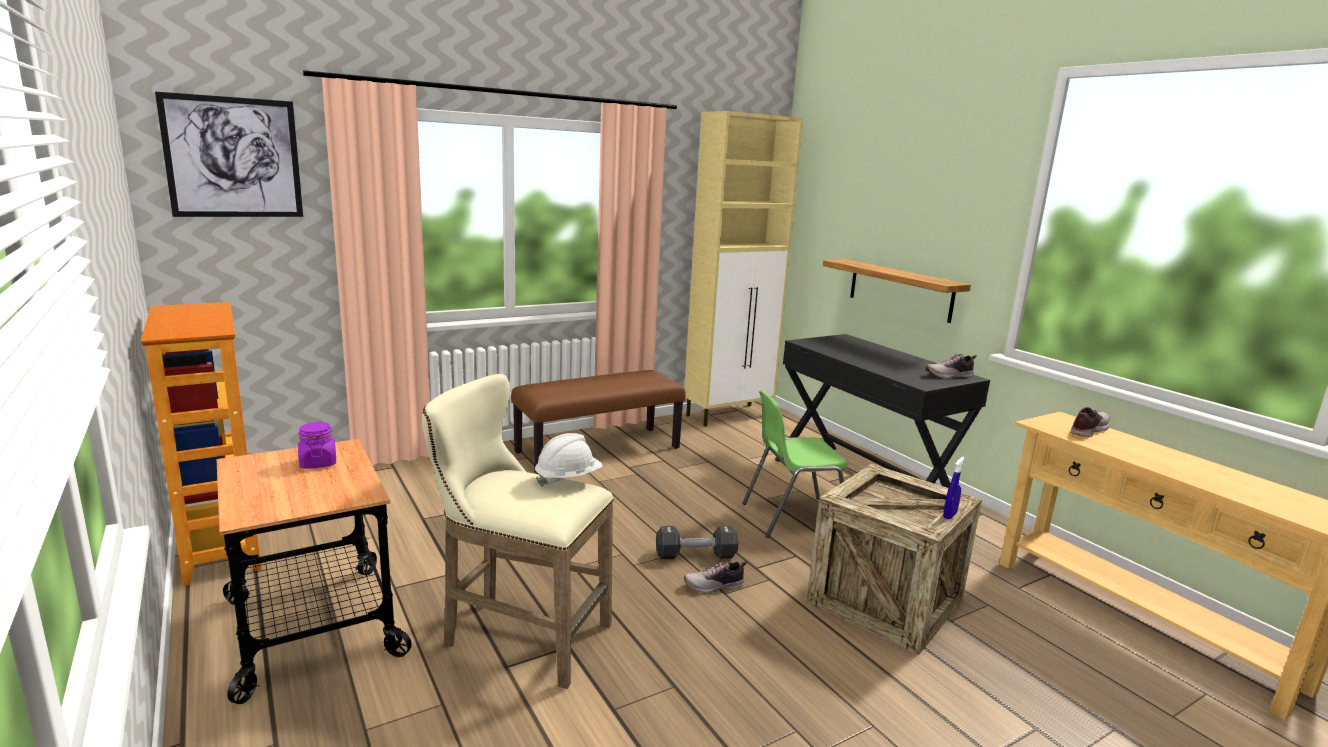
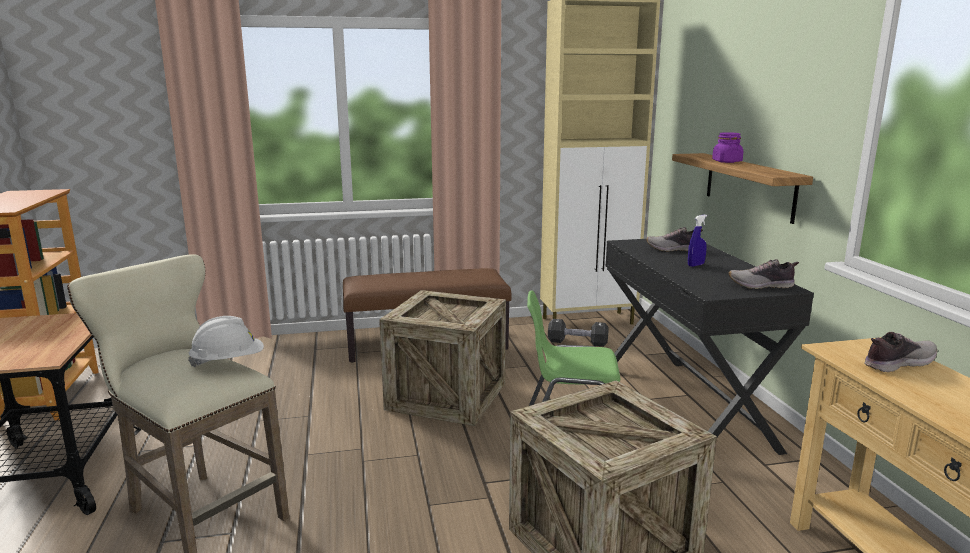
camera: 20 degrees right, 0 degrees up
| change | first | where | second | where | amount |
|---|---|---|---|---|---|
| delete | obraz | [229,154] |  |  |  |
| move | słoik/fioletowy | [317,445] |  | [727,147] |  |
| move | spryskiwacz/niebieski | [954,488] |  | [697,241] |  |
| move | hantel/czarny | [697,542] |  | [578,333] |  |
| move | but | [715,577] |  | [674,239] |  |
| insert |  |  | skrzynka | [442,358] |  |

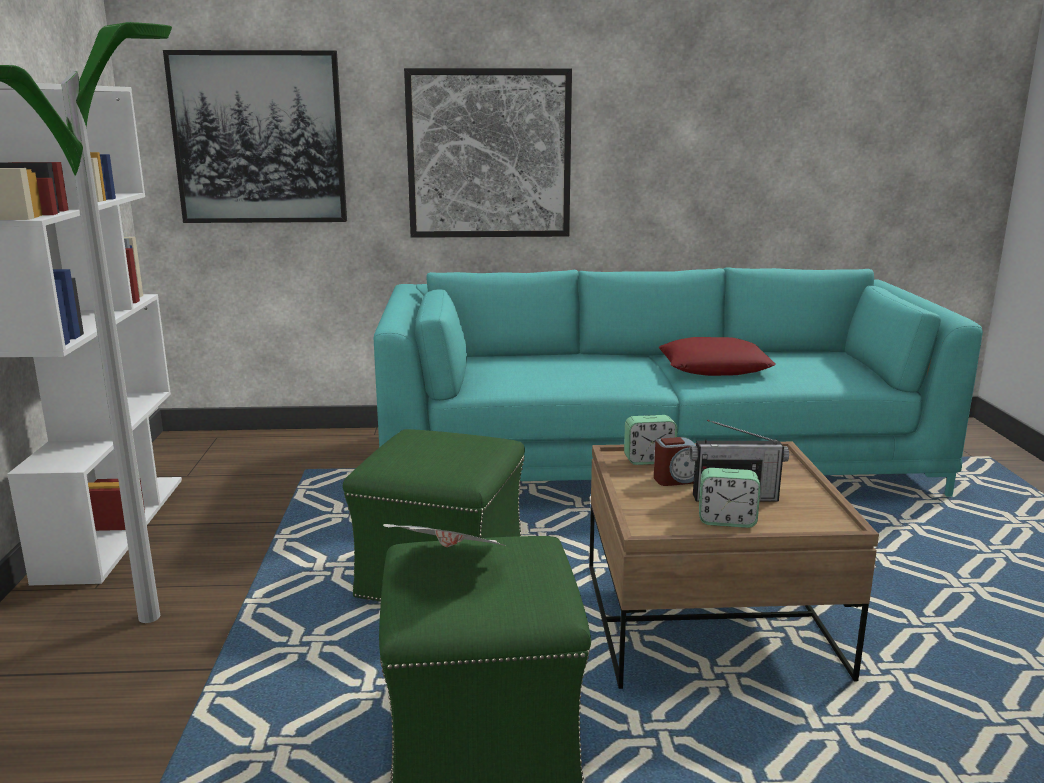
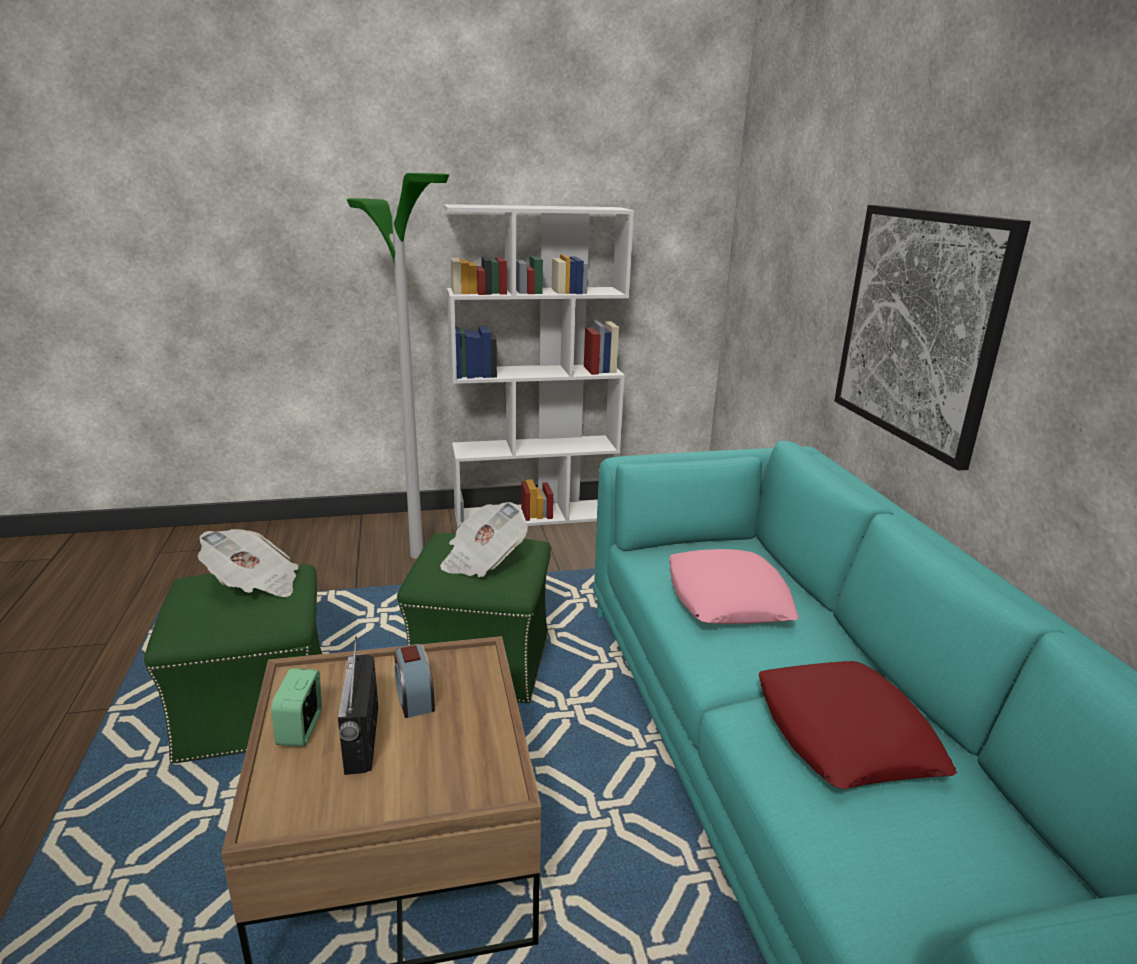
camera: 80 degrees right, 5 degrees up
| change | first | where | second | where | amount |
|---|---|---|---|---|---|
| delete | obraz | [255,136] |  |  |  |
| delete | budzik | [651,440] |  |  |  |
| insert |  |  | gazeta | [484,539] |  |
| insert |  |  | poduszka/różowy | [734,586] |  |

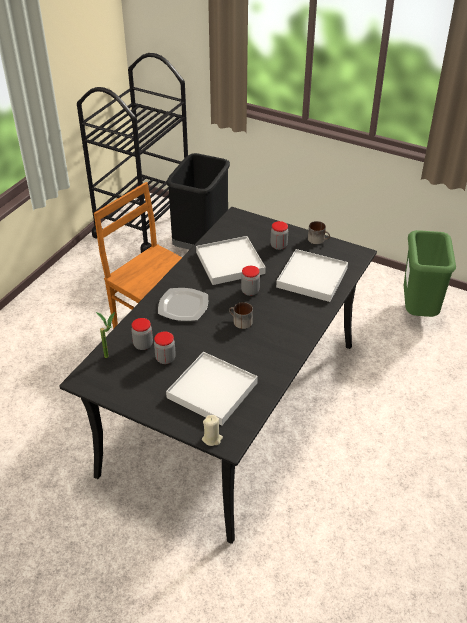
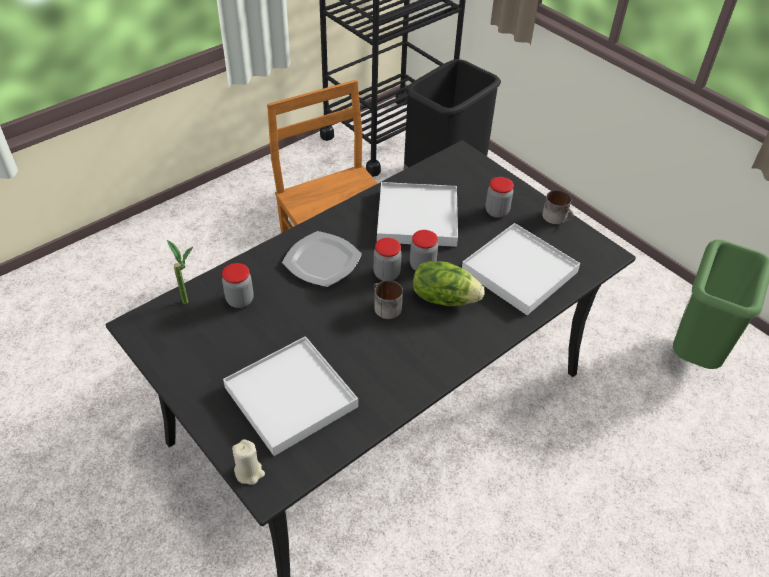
camera: 20 degrees right, 5 degrees up
| change | first | where | second | where | amount |
|---|---|---|---|---|---|
| move | słoik | [165,348] |  | [388,259] |  |
| insert |  |  | sałata | [448,283] |  |

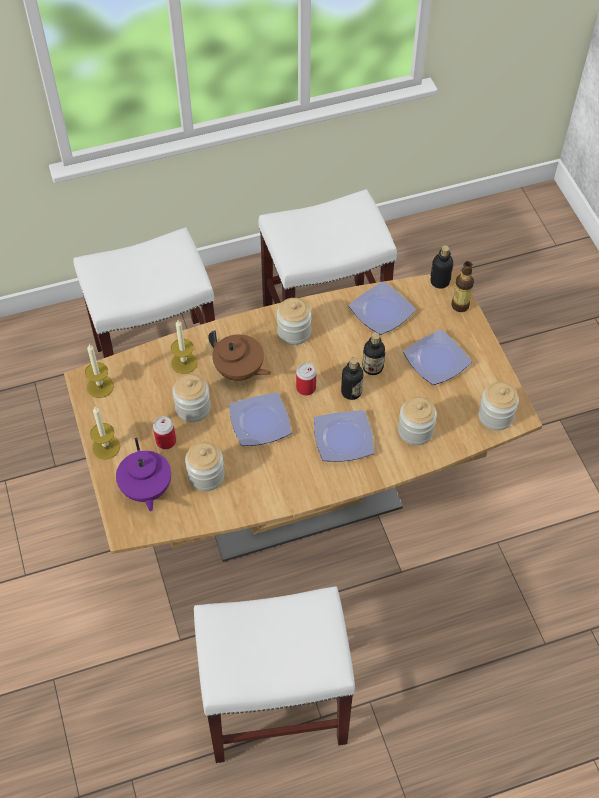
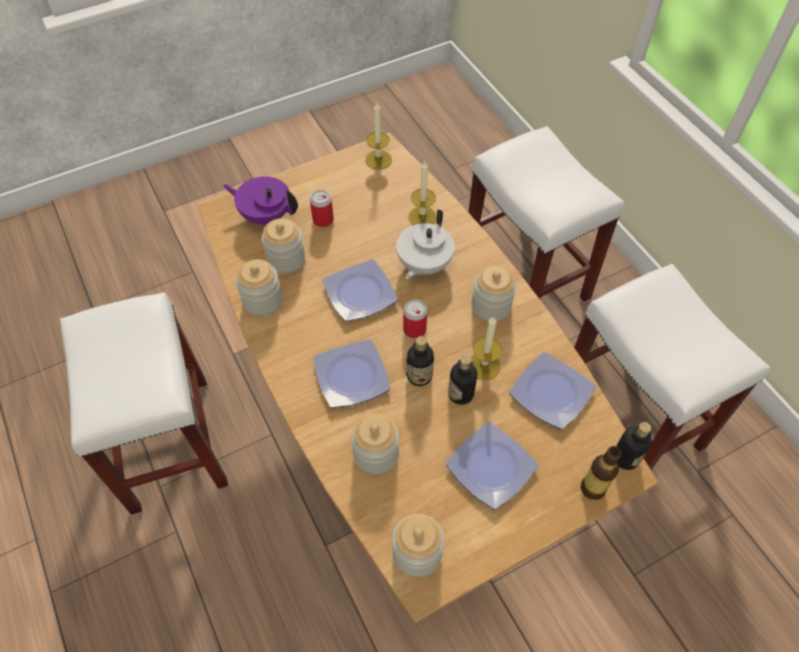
camera: 80 degrees right, 0 degrees up
| change | first | where | second | where | amount |
|---|---|---|---|---|---|
| recolor | imbryk/brązowy | [239,356] | imbryk/biały | [425,244] |  |
| move | słoik | [191,398] |  | [259,287] |  |
| move | świeca | [105,433] |  | [486,348] |  |
| rotate | imbryk/fioletowy | [143,475] |  | [260,201] | 45 degrees clockwise |

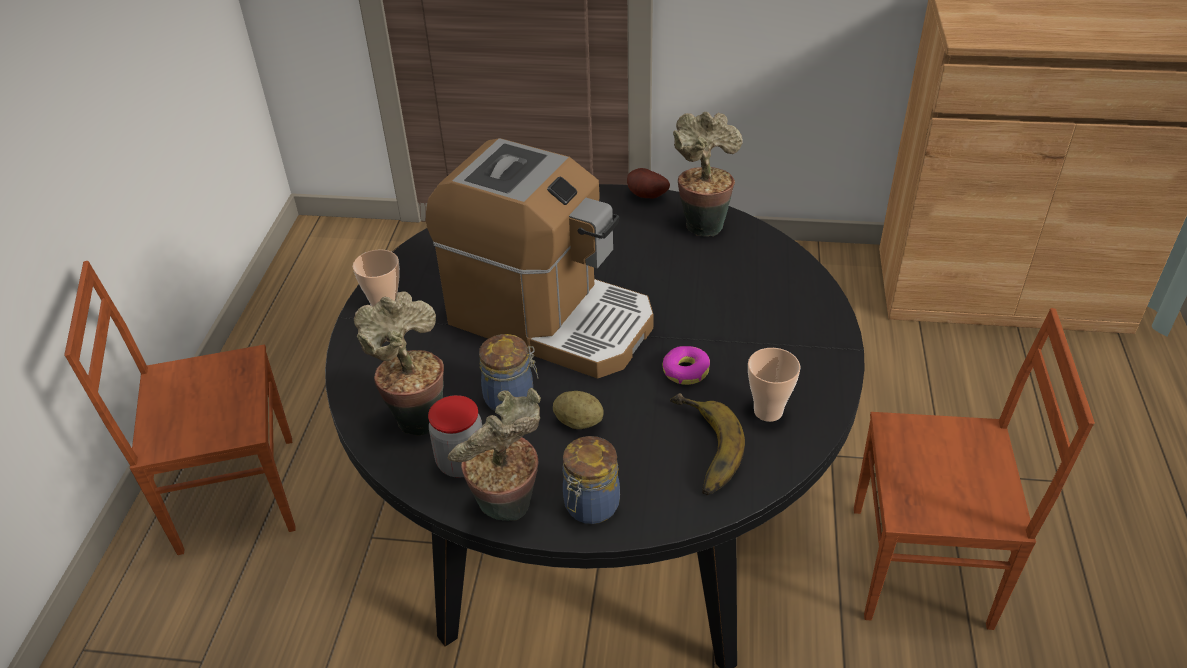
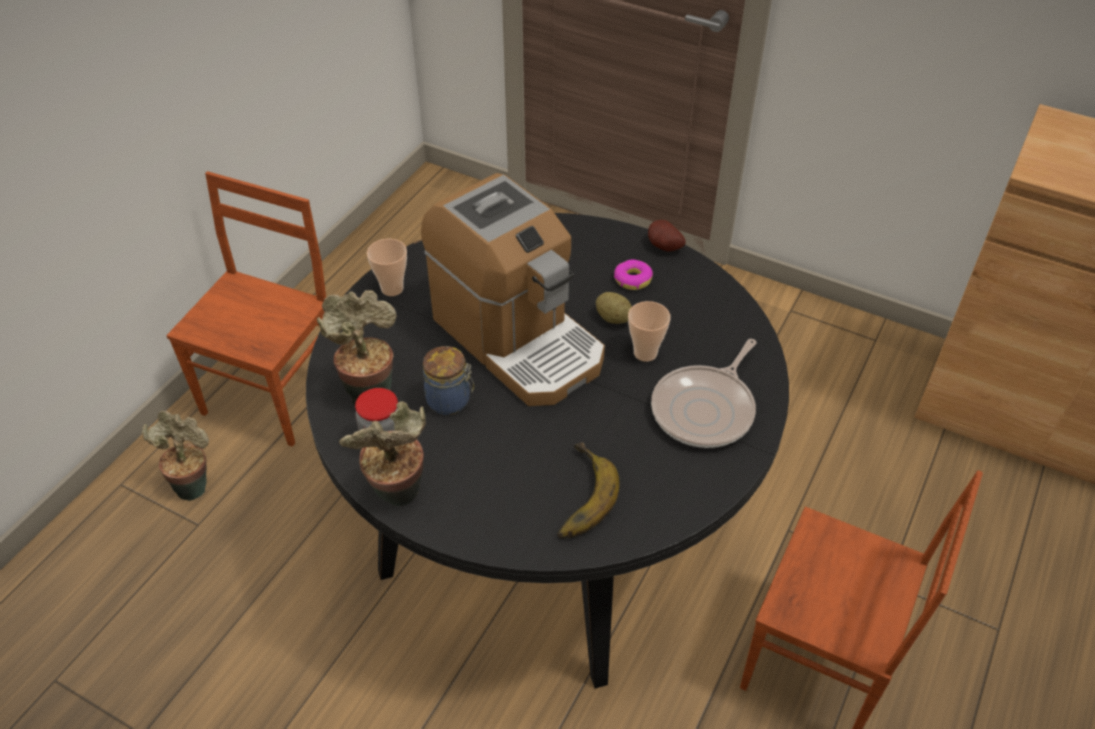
camera: 20 degrees right, 5 degrees up
| change | first | where | second | where | amount |
|---|---|---|---|---|---|
| move | roślina doniczkowa | [708,174] |  | [175,456] |  |
| rotate | krzesło/brązowy | [180,408] |  | [246,309] | 105 degrees clockwise |
| move | donut | [686,365] |  | [633,274] |  |
| move | filiżanka | [774,385] |  | [649,331] |  |
| move | ziemniak | [578,410] |  | [614,308] |  |
| delete | słoik | [591,480] |  |  |  |
| insert |  |  | patelnia | [703,393] |  |

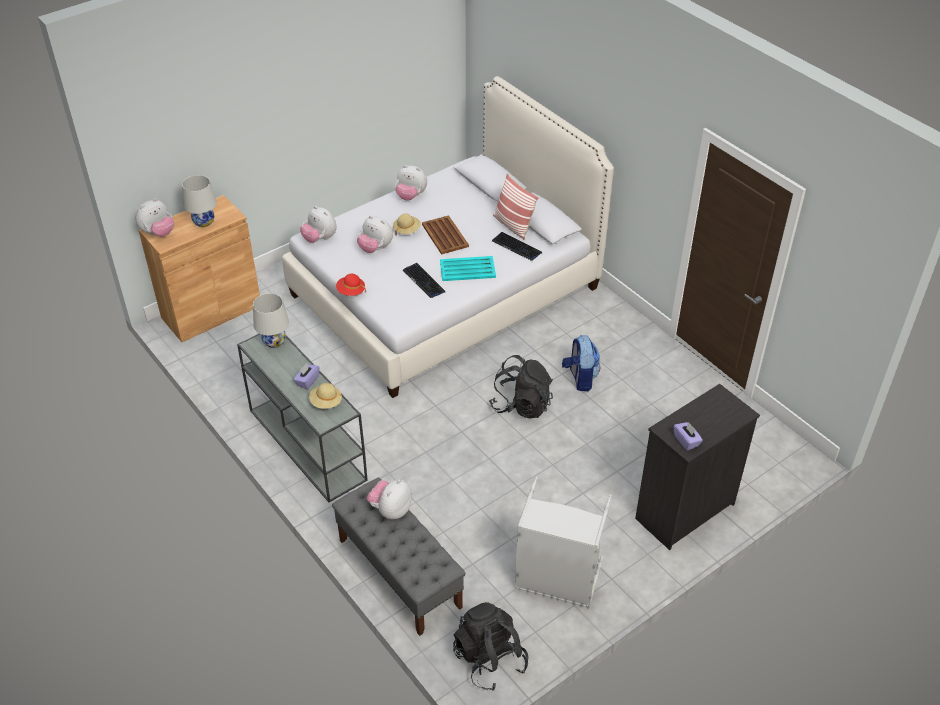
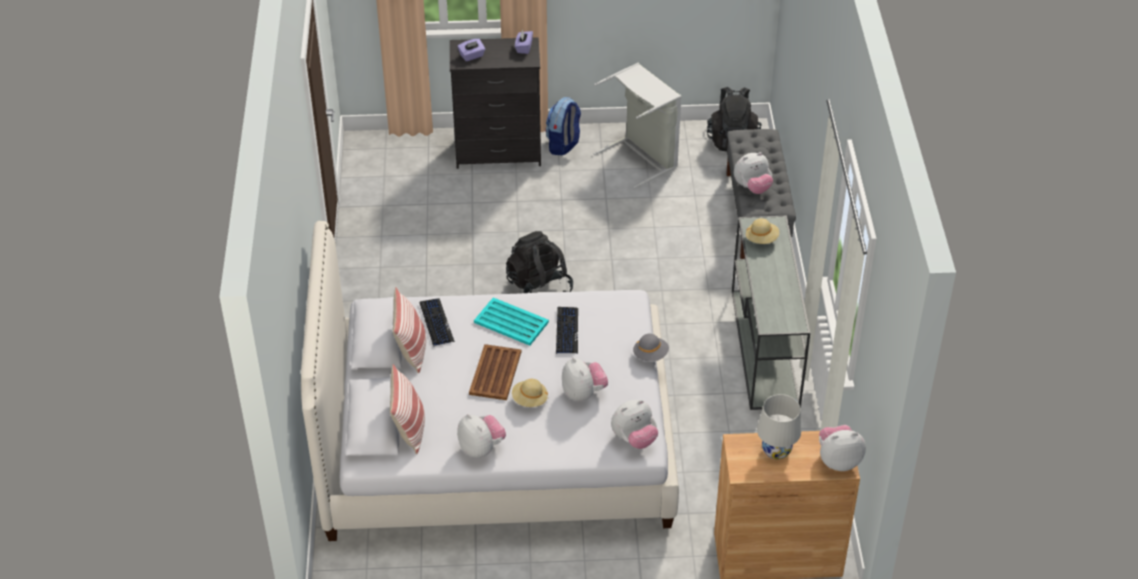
camera: 145 degrees left, 0 degrees up
| change | first | where | second | where | amount |
|---|---|---|---|---|---|
| rotate | pluszak | [318,224] |  | [634,424] | 75 degrees clockwise |
| recolor | kapelusz/czerwony | [351,285] | kapelusz/szary | [651,348] |  |
| delete | lampa stołowa/biały | [271,320] |  |  |  |
| move | plecak | [581,363] |  | [563,126] |  |
| move | pudełko chusteczek/fioletowy | [306,376] |  | [471,50] |  |
| insert |  |  | poduszka | [407,409] |  |

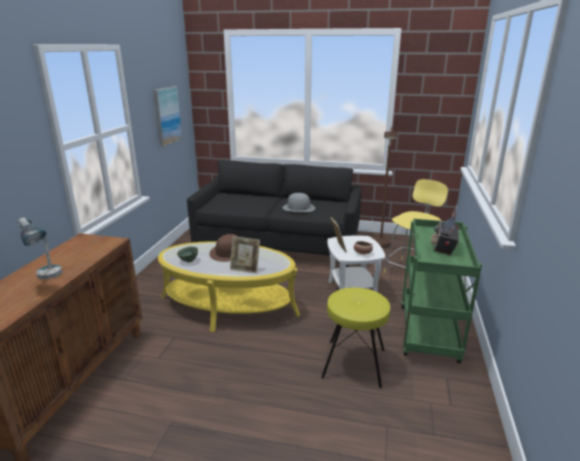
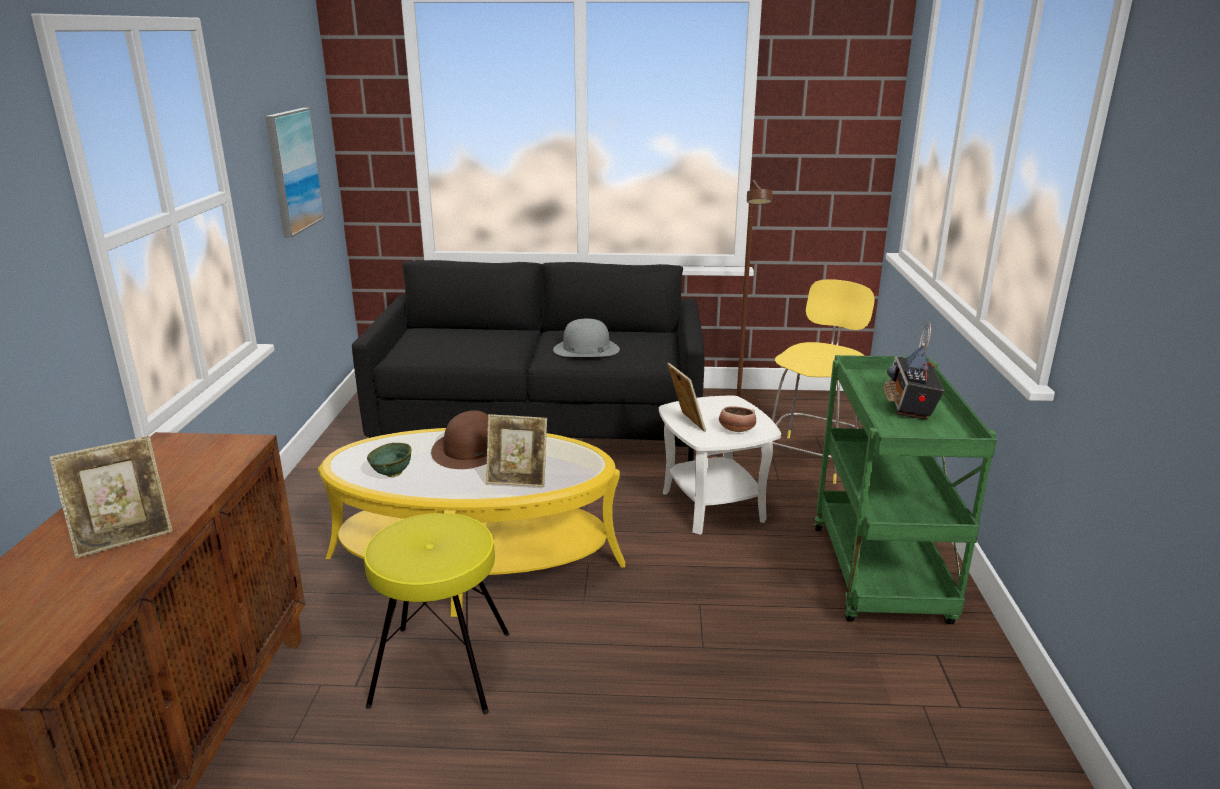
camera: 10 degrees left, 0 degrees up
| change | first | where | second | where | amount |
|---|---|---|---|---|---|
| replace | lampa stołowa | [40,248] | ramka na zdjęcie | [111,497] |  |
| move | stołek/żółty | [355,338] |  | [436,614] |  |

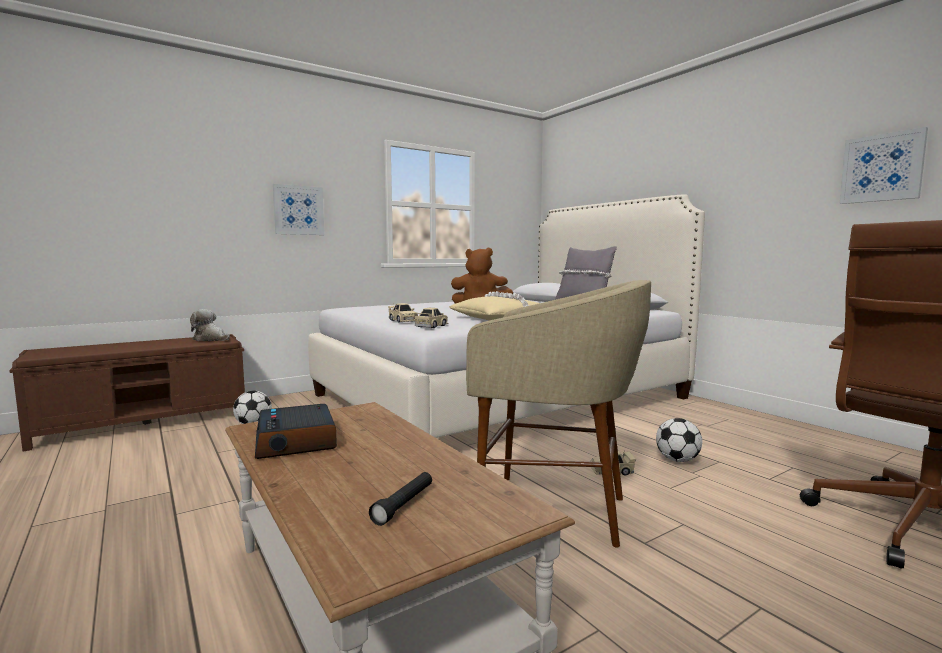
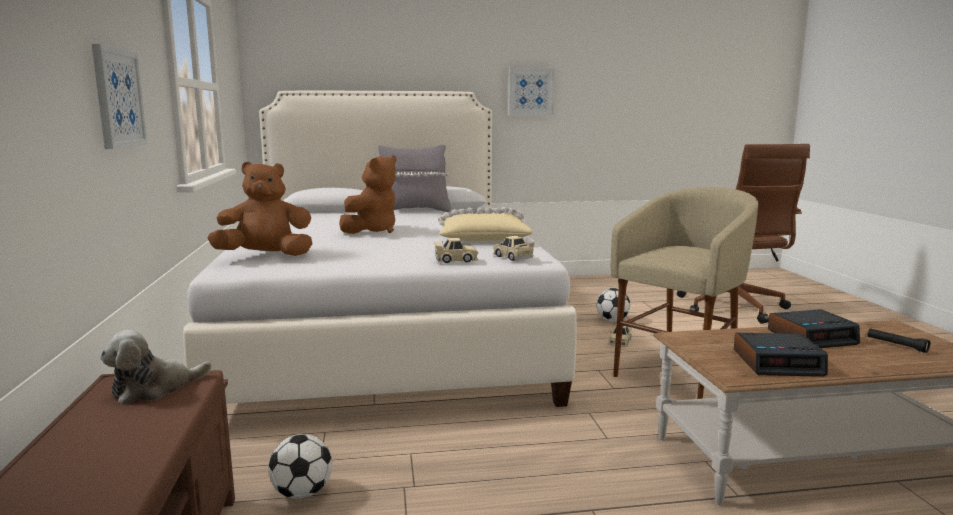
camera: 65 degrees left, 5 degrees up
| change | first | where | second | where | amount |
|---|---|---|---|---|---|
| move | obraz | [884,165] |  | [531,91] |  |
| insert |  |  | pluszak/brązowy | [260,209] |  |
| insert |  |  | budzik | [814,328] |  |

